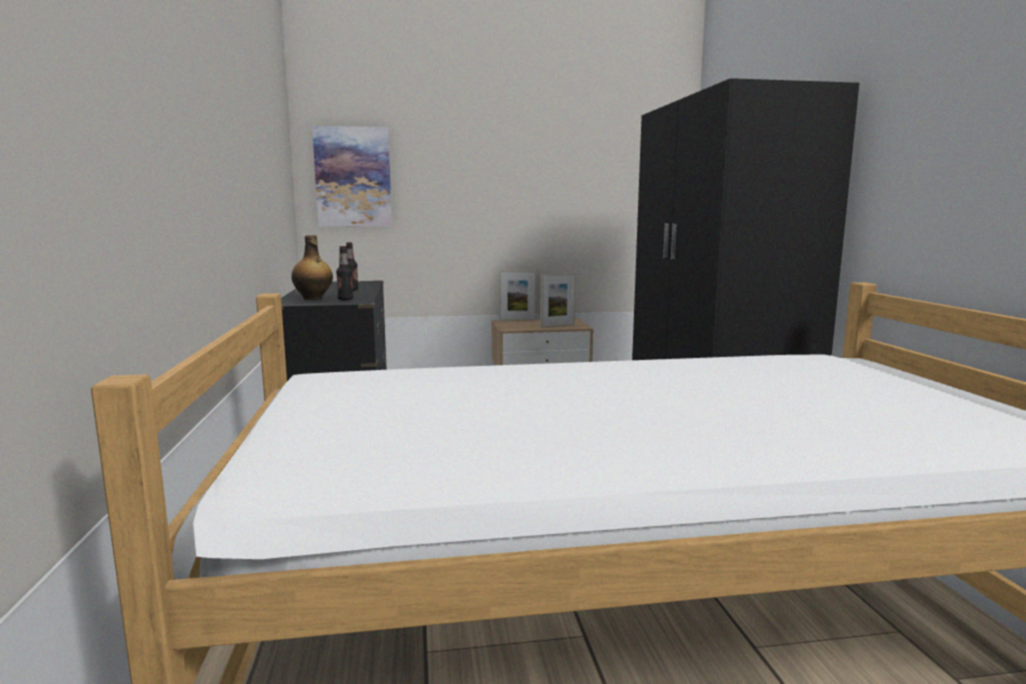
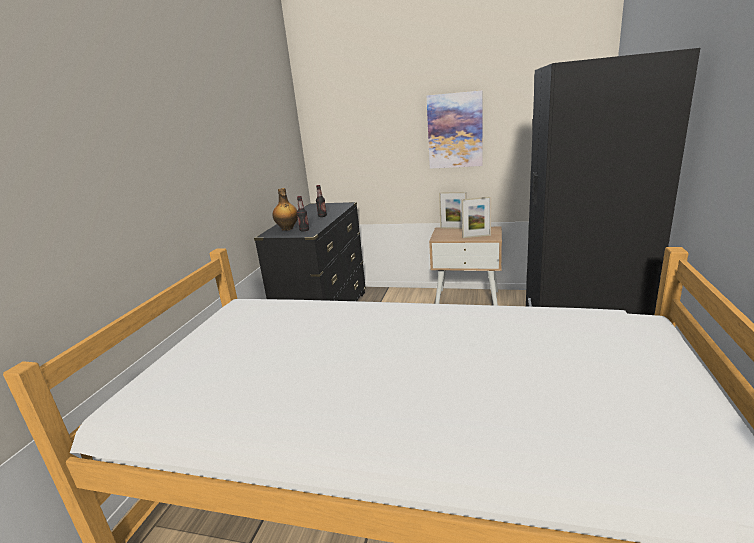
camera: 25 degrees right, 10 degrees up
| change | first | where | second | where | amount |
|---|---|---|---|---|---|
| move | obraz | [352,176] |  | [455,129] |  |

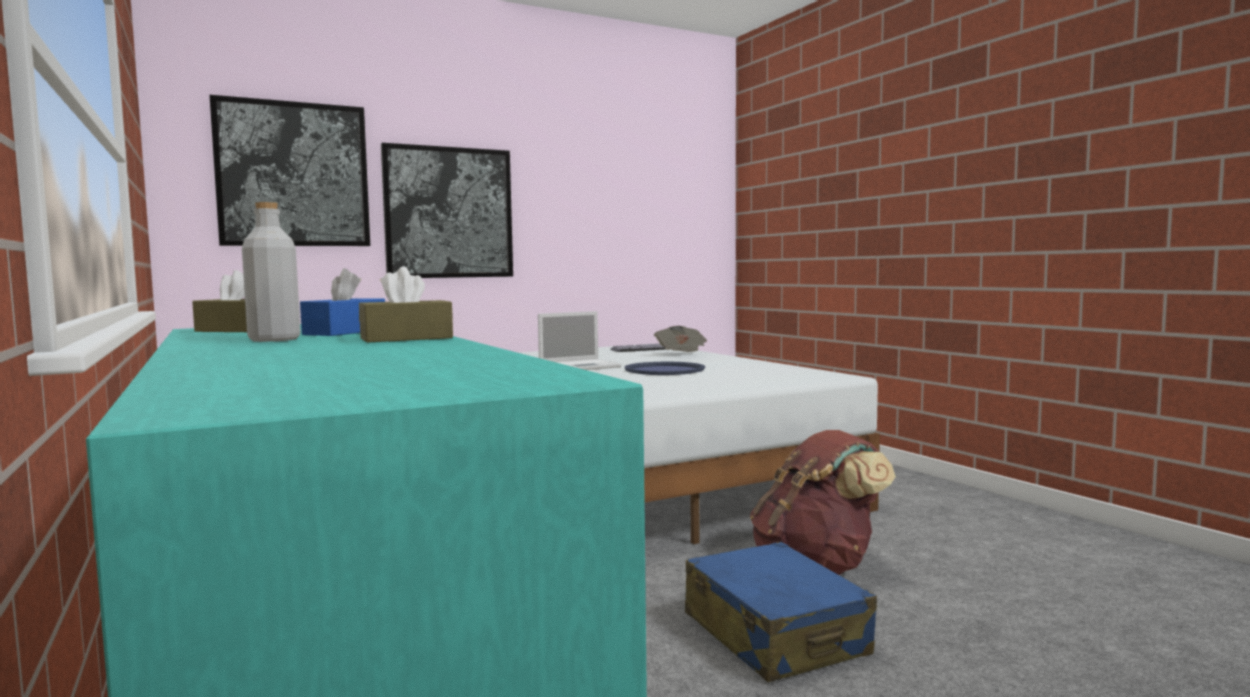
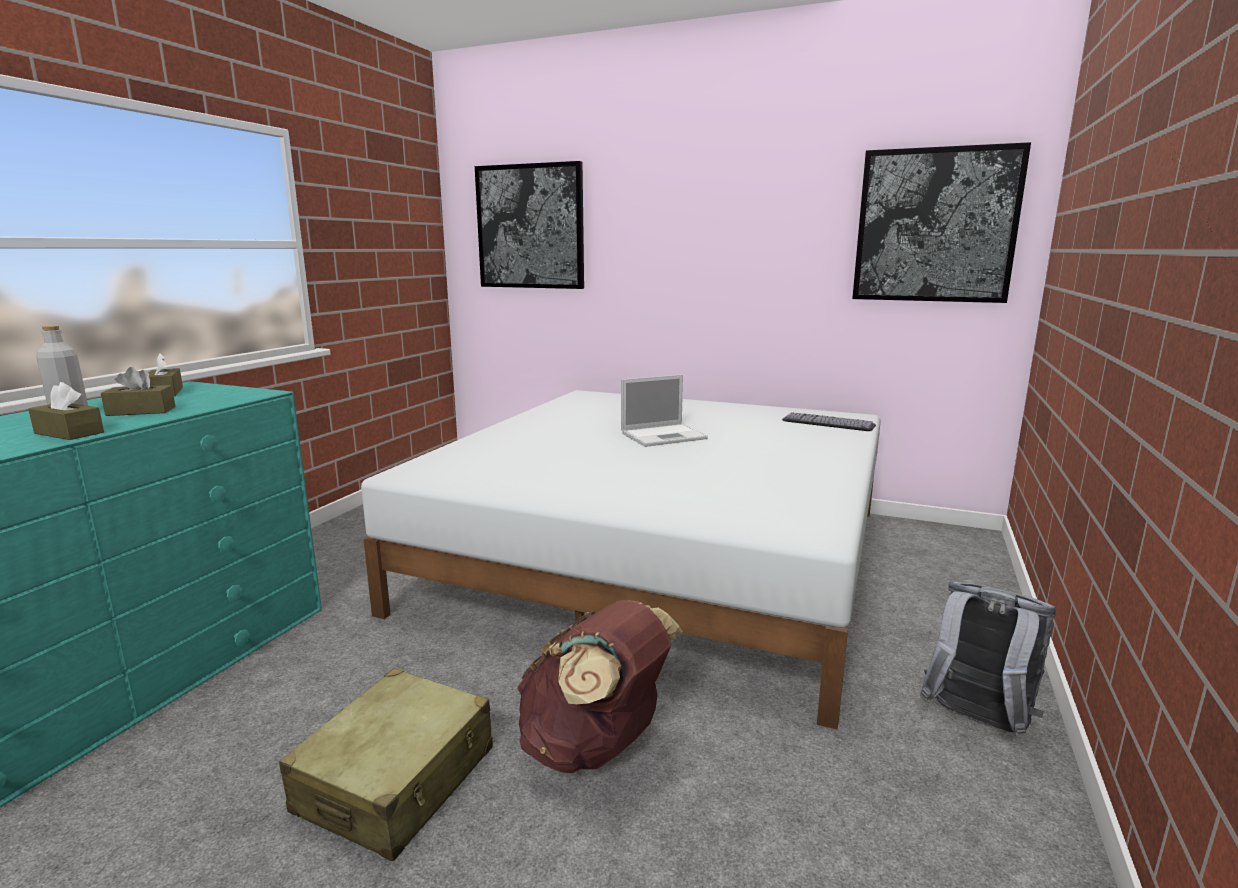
camera: 50 degrees right, 10 degrees up
| change | first | where | second | where | amount |
|---|---|---|---|---|---|
| move | obraz | [447,210] |  | [941,222] |  |
| recolor | pudełko chusteczek/niebieski | [342,302] | pudełko chusteczek/brązowy | [138,391] |  |
| rotate | laptop | [579,340] |  | [664,410] | 45 degrees counterclockwise |
| delete | gazeta | [680,339] |  |  |  |
| delete | taca/niebieski | [665,368] |  |  |  |
| recolor | walizka/niebieski | [781,612] | walizka/beżowy | [386,764] |  |
| insert |  |  | plecak/szary | [988,659] |  |

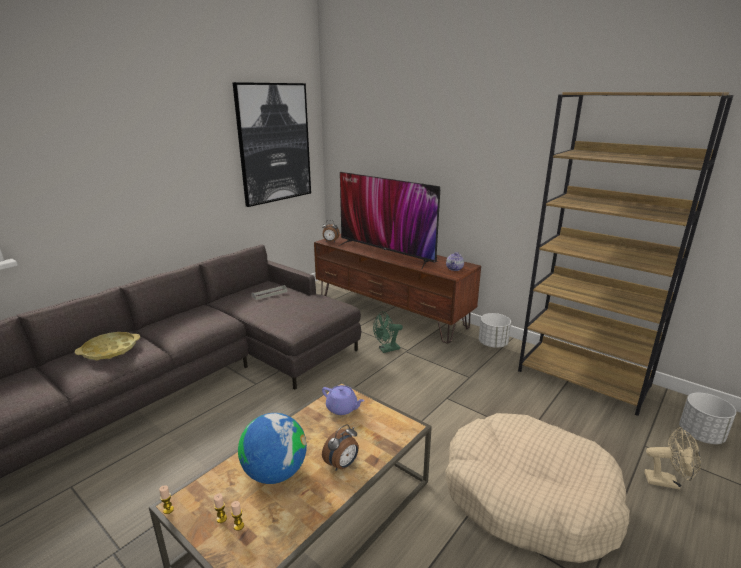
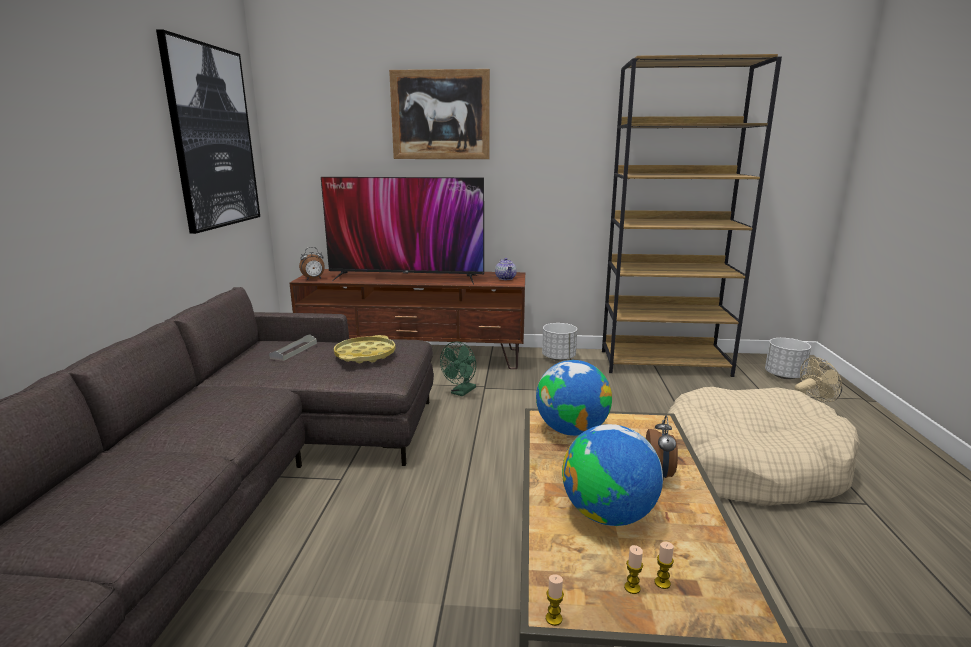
camera: 35 degrees left, 5 degrees down
| change | first | where | second | where | amount |
|---|---|---|---|---|---|
| move | taca/żółty | [107,346] |  | [365,349] |  |
| replace | imbryk/fioletowy | [343,400] | globus | [574,398] |  |
| insert |  |  | obraz | [439,114] |  |

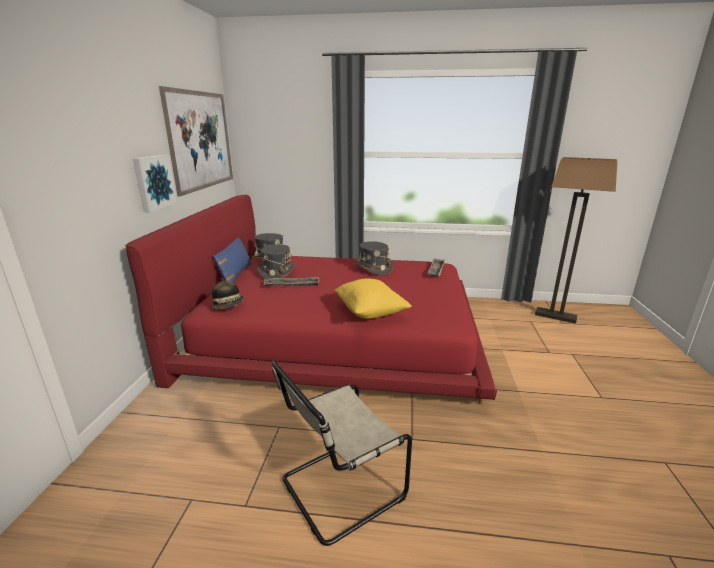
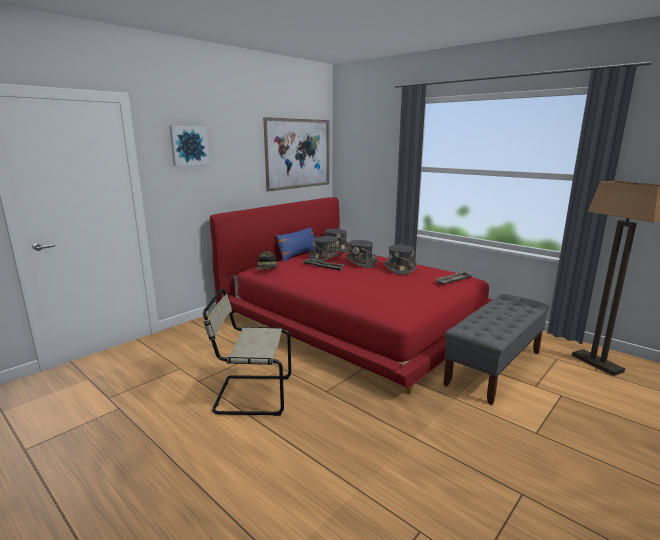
camera: 35 degrees right, 5 degrees down
| change | first | where | second | where | amount |
|---|---|---|---|---|---|
| move | obraz | [155,183] |  | [189,145] |  |
| delete | poduszka/żółty | [373,299] |  |  |  |
| insert |  |  | kapelusz/szary | [360,254] |  |
| insert |  |  | ławka/szary | [496,349] |  |

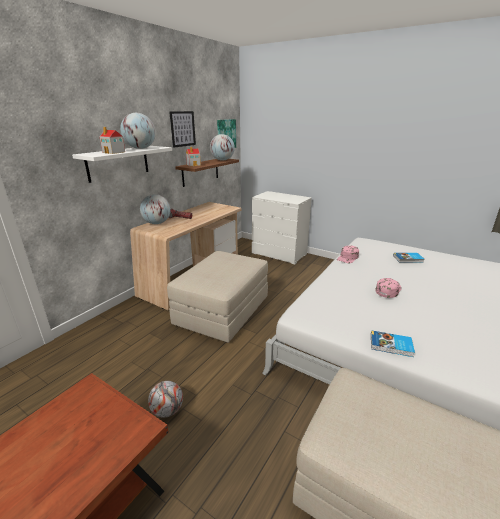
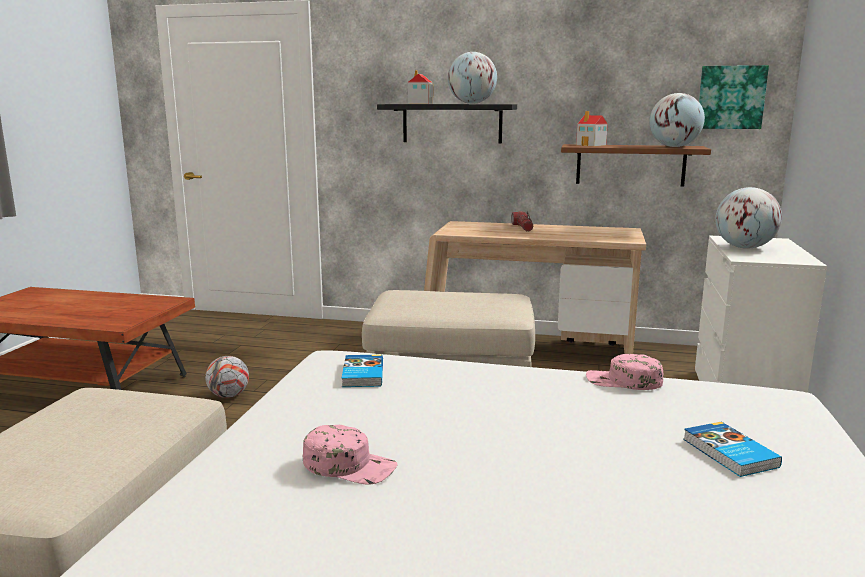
camera: 70 degrees right, 10 degrees down
| change | first | where | second | where | amount |
|---|---|---|---|---|---|
| delete | obraz | [182,129] |  |  |  |
| recolor | półka/biały | [122,164] | półka/czarny | [447,124] |  |
| move | globus | [155,209] |  | [748,218] |  |
| move | czapka z daszkiem/różowy | [388,288] |  | [350,455] |  |
| move | książka | [393,343] |  | [362,370] |  |

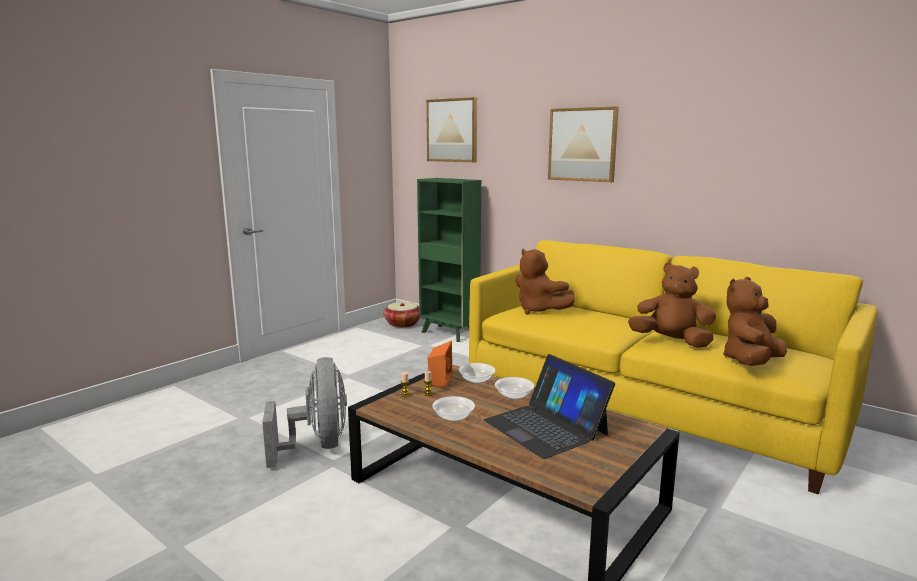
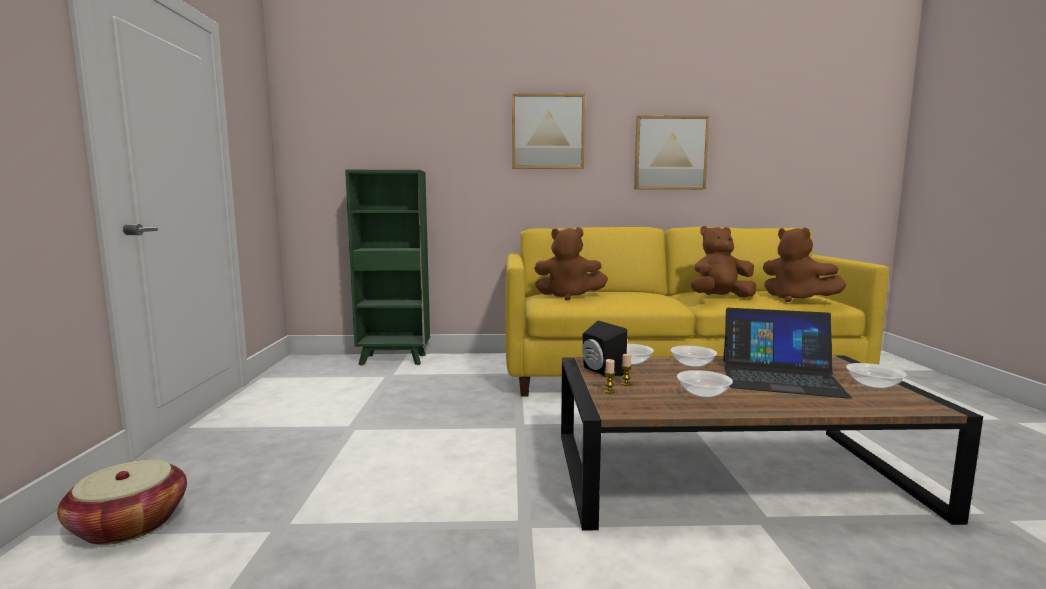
camera: 40 degrees left, 5 degrees down
| change | first | where | second | where | amount |
|---|---|---|---|---|---|
| move | obraz | [451,129] |  | [672,152] |  |
| rotate | pluszak/brązowy | [755,321] |  | [804,264] | 45 degrees counterclockwise |
| move | koszyk | [401,314] |  | [122,502] |  |
| recolor | głośnik/pomarańczowy | [439,364] | głośnik/czarny | [604,348] |  |
| delete | wentylator/szary | [304,412] |  |  |  |
| insert |  |  | miska | [876,376] |  |

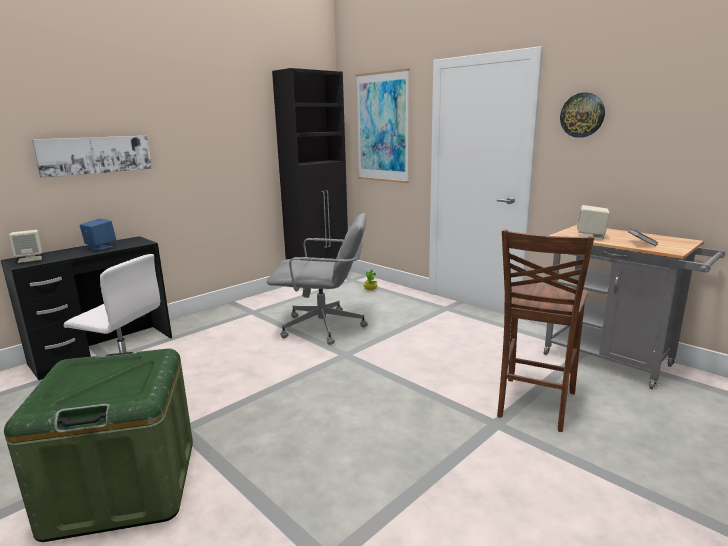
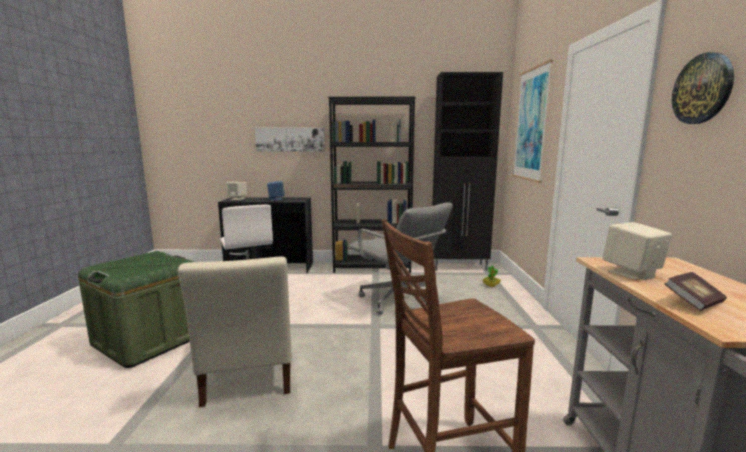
camera: 45 degrees right, 5 degrees down
| change | first | where | second | where | amount |
|---|---|---|---|---|---|
| insert |  |  | regał/czarny | [372,184] |  |
| insert |  |  | krzesło/beżowy | [234,332] |  |

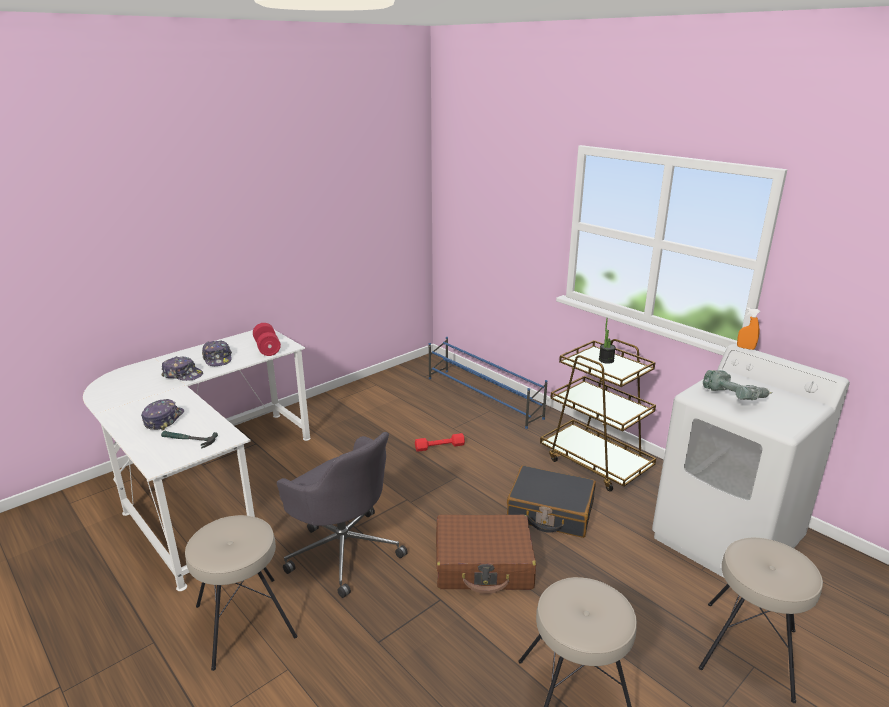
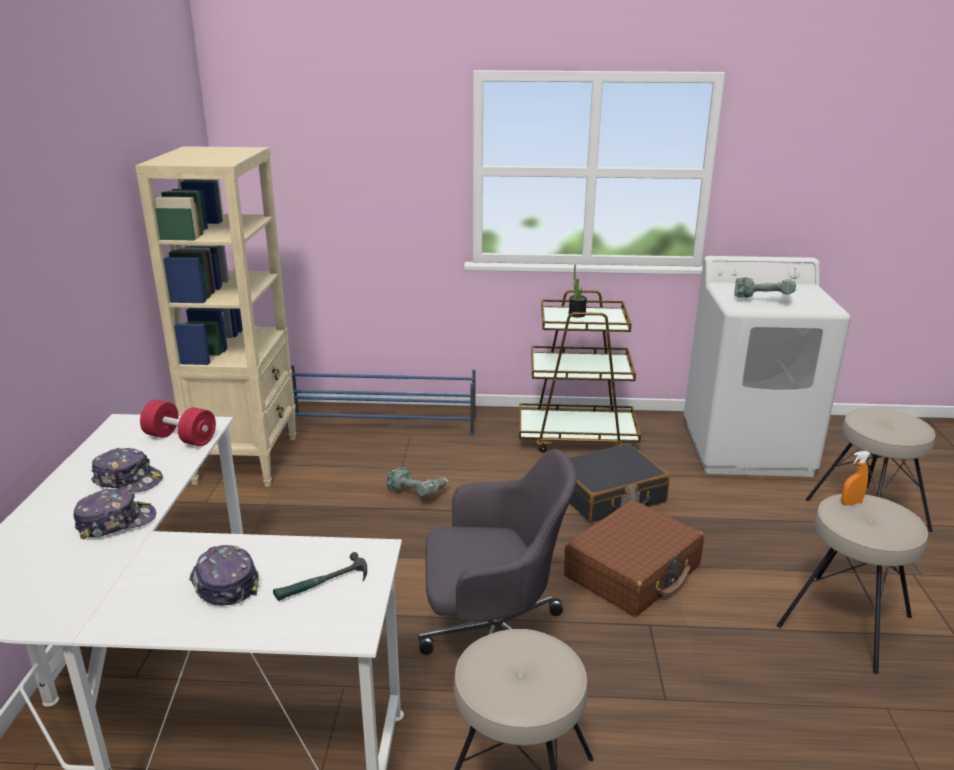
camera: 45 degrees left, 0 degrees up
| change | first | where | second | where | amount |
|---|---|---|---|---|---|
| move | spryskiwacz/pomarańczowy | [748,329] |  | [855,478] |  |
| replace | hantel/czerwony | [440,442] | wiertarka | [418,481] |  |
| insert |  |  | regał/beżowy | [216,316] |  |

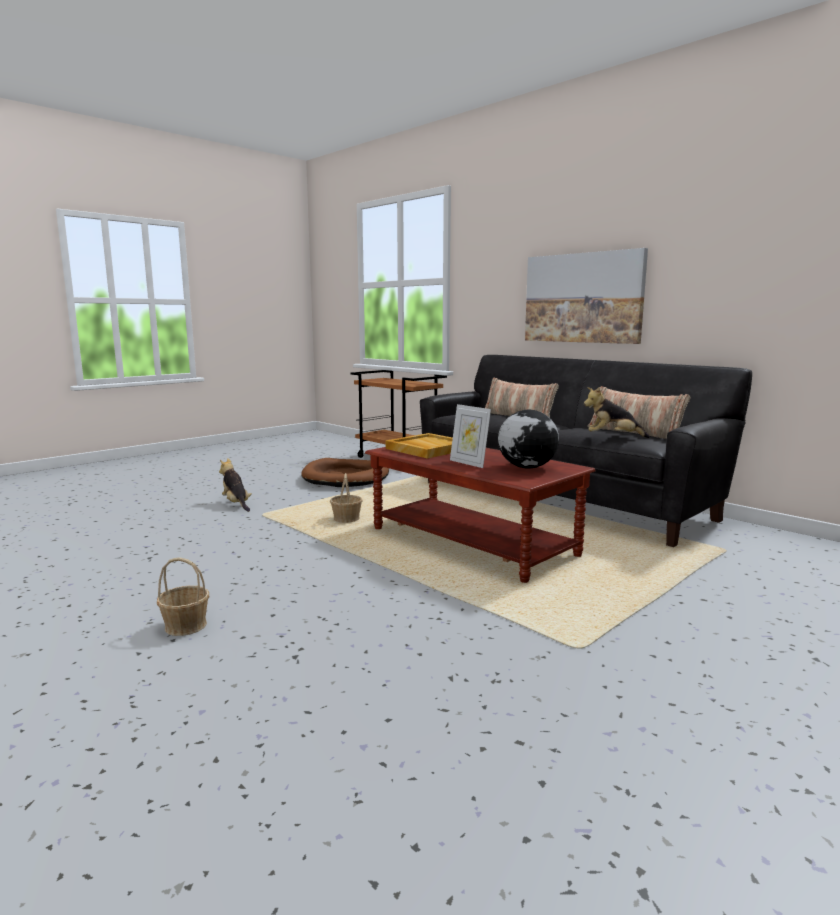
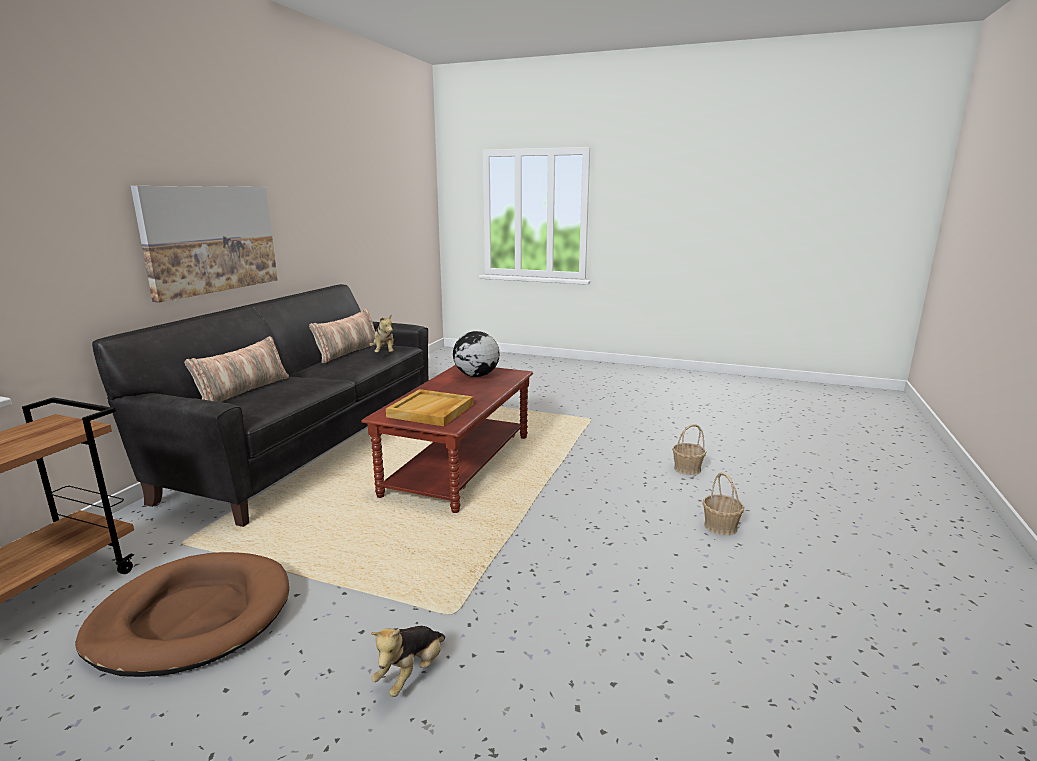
camera: 115 degrees left, 5 degrees up
| change | first | where | second | where | amount |
|---|---|---|---|---|---|
| delete | ramka na zdjęcie | [470,436] |  |  |  |
| move | koszyk | [346,498] |  | [689,449] |  |

